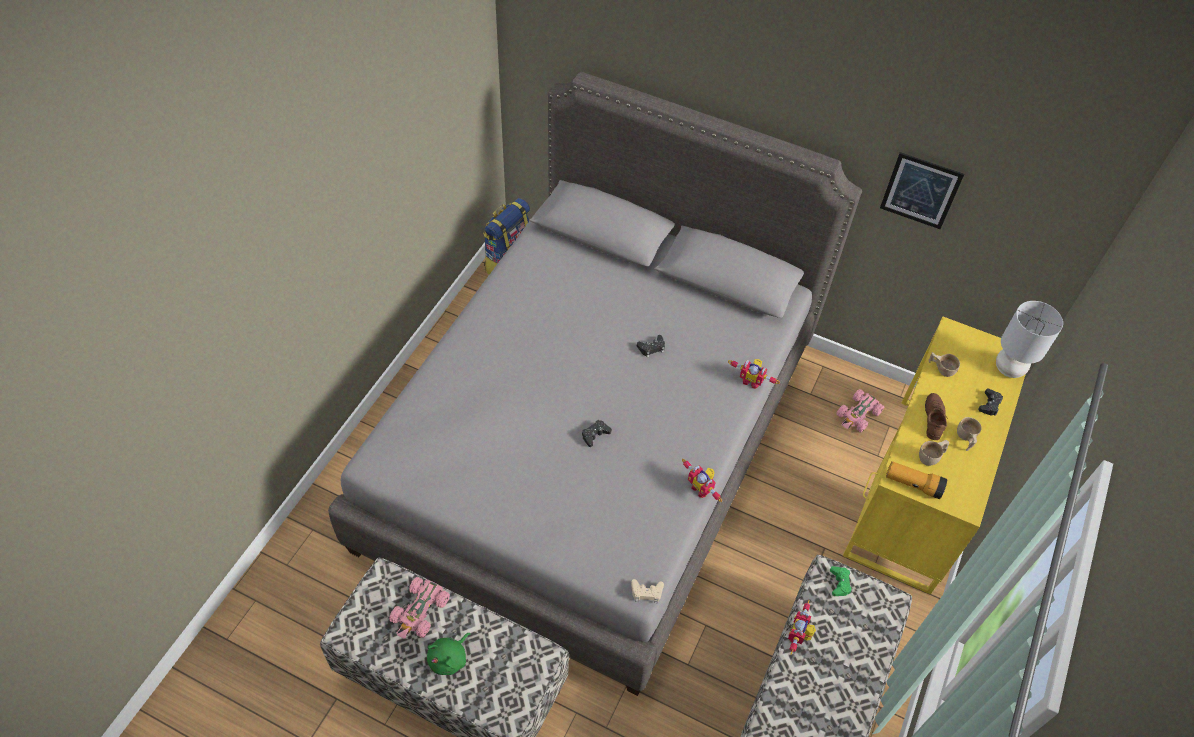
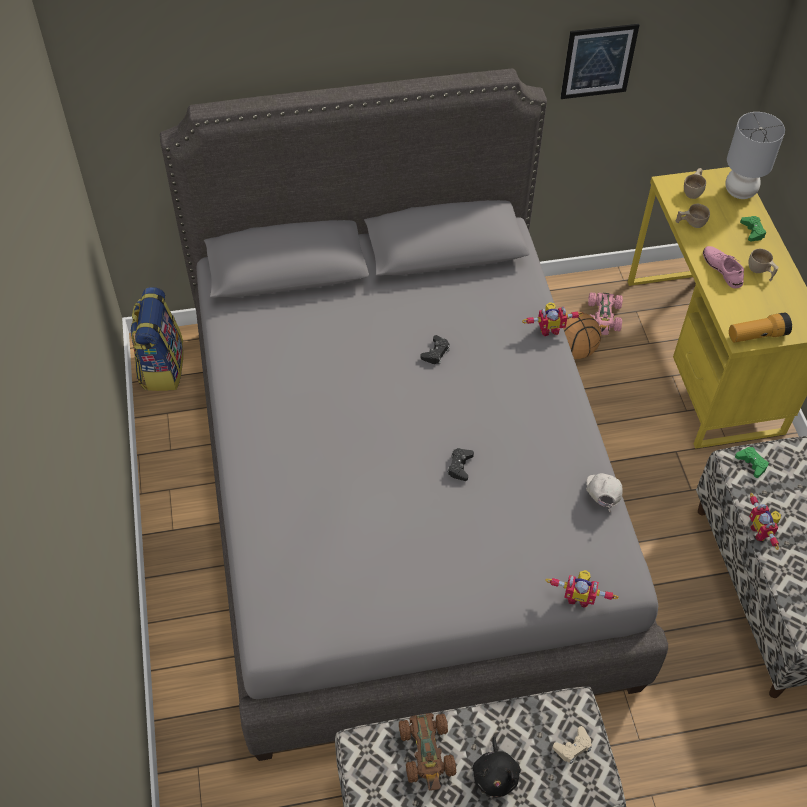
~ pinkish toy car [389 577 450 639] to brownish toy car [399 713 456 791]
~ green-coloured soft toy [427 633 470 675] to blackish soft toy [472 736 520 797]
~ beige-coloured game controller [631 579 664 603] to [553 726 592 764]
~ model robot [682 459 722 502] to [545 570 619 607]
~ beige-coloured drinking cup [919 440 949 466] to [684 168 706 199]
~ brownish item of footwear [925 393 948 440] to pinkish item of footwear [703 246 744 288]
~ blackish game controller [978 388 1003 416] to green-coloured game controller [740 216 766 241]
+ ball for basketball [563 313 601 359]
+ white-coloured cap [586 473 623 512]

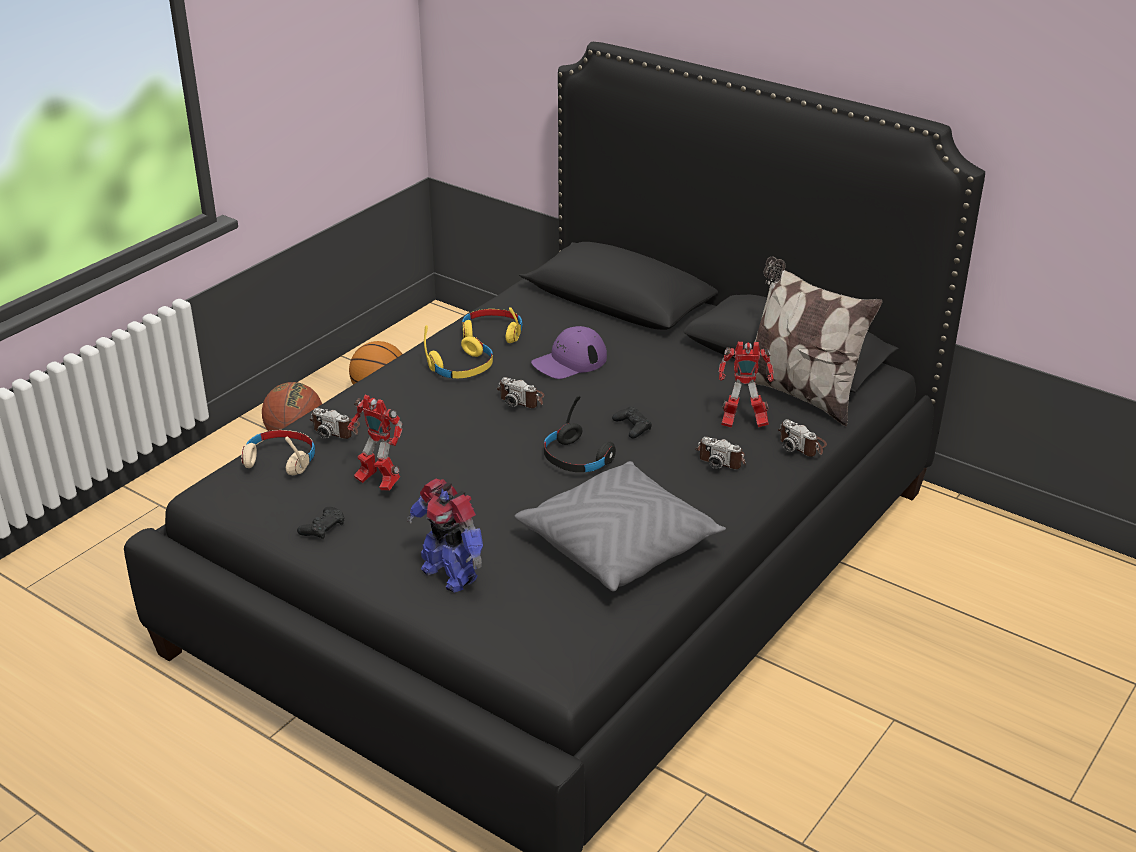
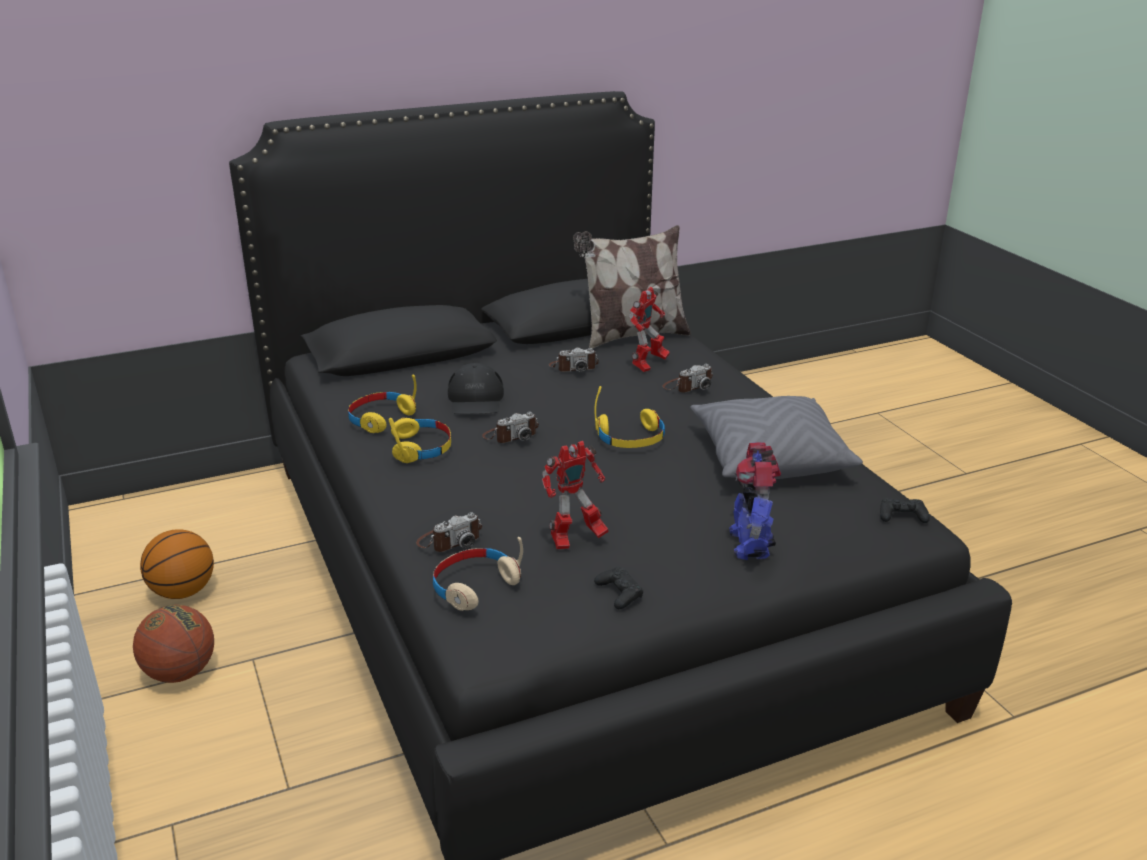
~ model robot [407 479 483 593] = [729 442 781 560] 105 degrees clockwise
~ purple cap [531 326 607 379] to blackish cap [447 363 504 414]
~ blackish headphones [544 395 616 472] to yellow-coloured headphones [594 386 665 448]
~ blackish game controller [612 407 652 438] to [880 498 930 523]
~ photo camera [778 419 827 457] to [549 347 599 372]

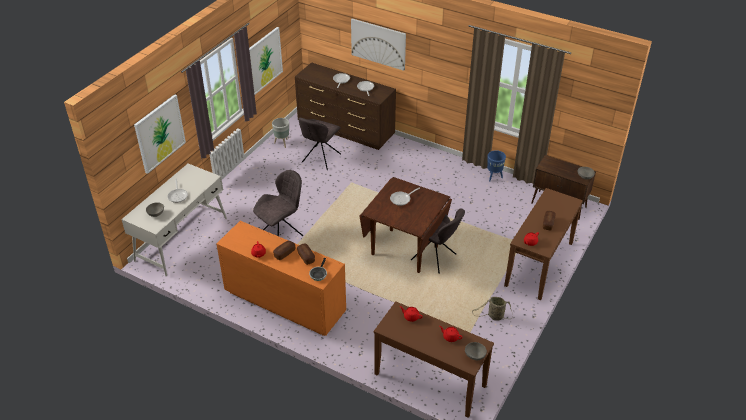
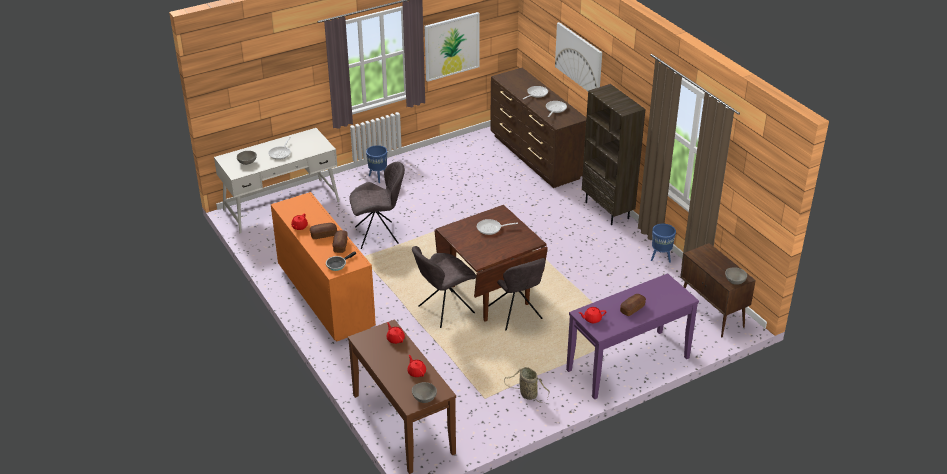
- wall picture [134 94 186 174]
- gray planter [272 118 289 148]
~ gray plain chair [298 118 341 170] to [412 246 476 328]
~ brownish console table [504 188 583 300] to purple console table [566 273 699 399]
+ blue planter [366 145 387 183]
+ brownish bookcase [582 84 646 225]

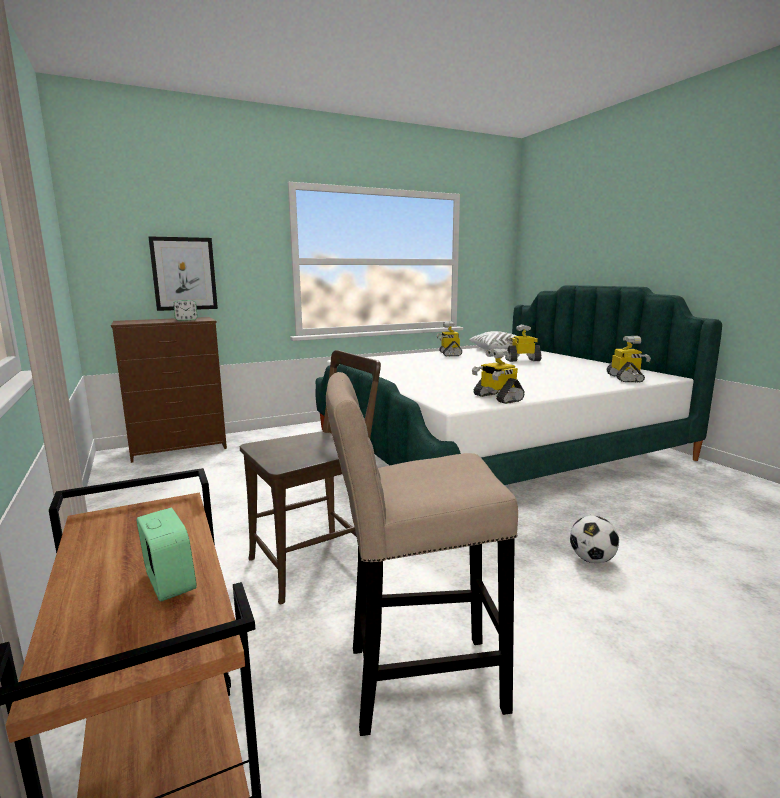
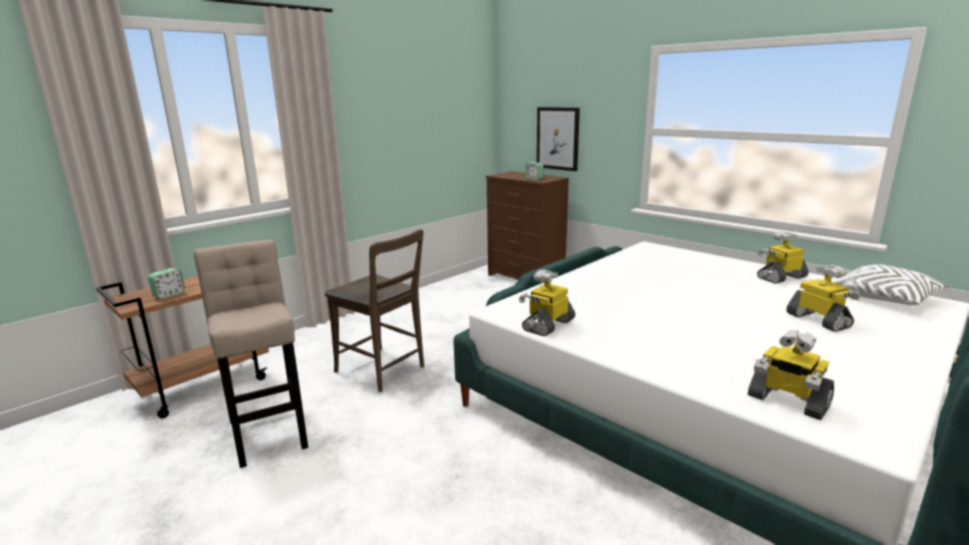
- ball for football [570 516 619 563]
~ model robot [606 336 651 383] = [748 330 834 420] 60 degrees clockwise

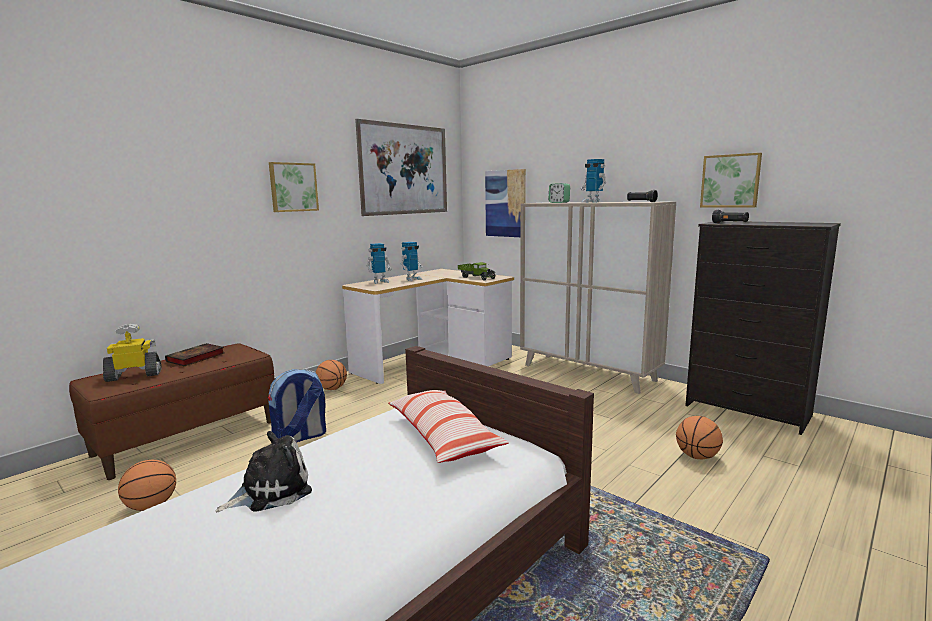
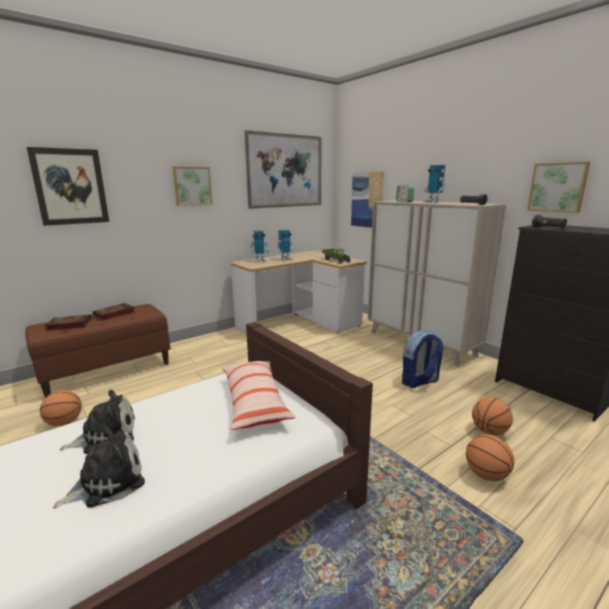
~ model robot [103 324 162 382] to volume [44 315 92 331]
~ knapsack [268 369 326 442] to [402 330 444 388]
~ ball for basketball [316 360 347 390] to [466 435 514 481]
+ wall picture [27 147 109 226]
+ soft toy [53 426 145 508]

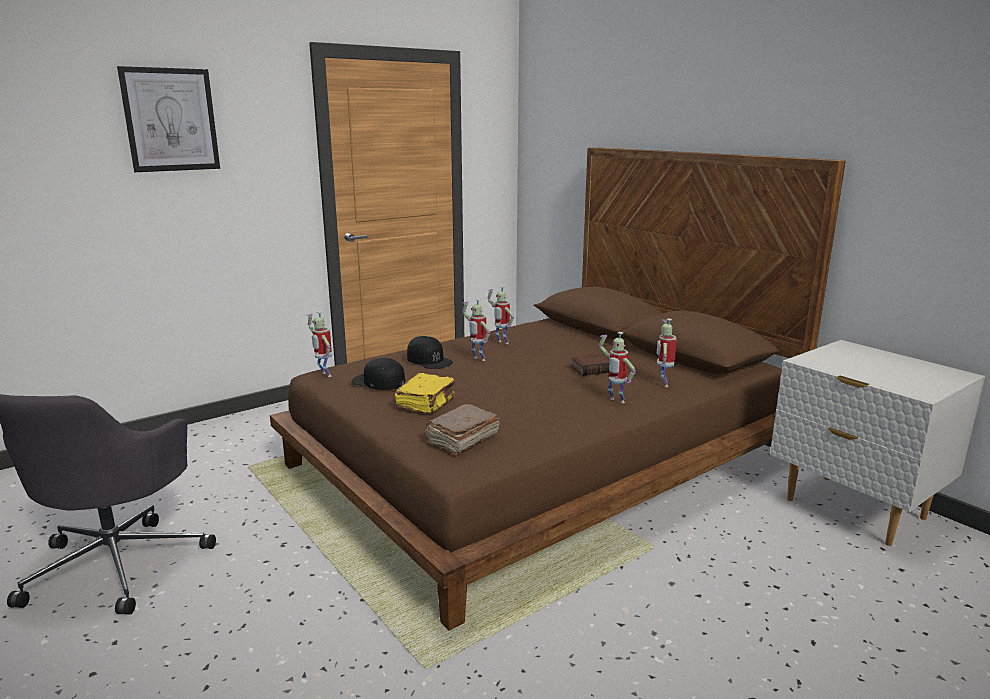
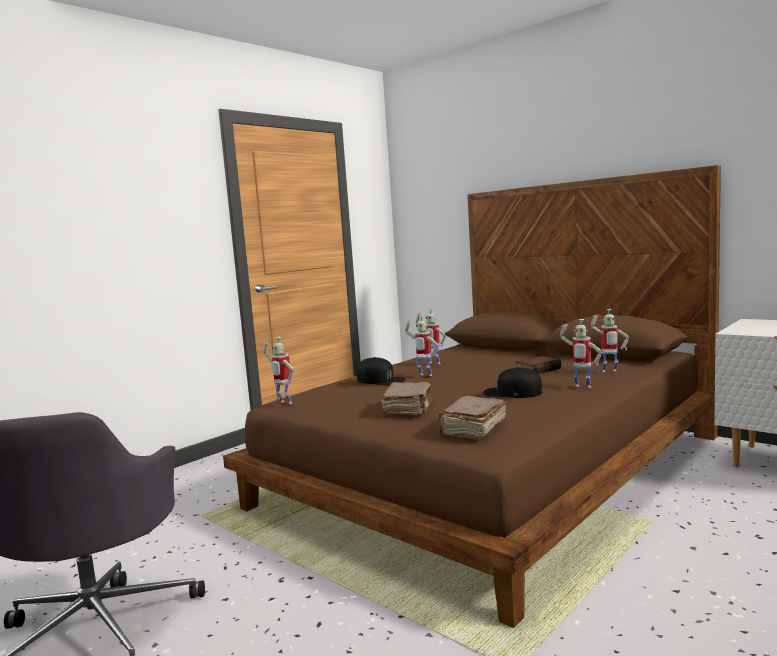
- wall picture [117 66 220 172]
~ blackish cap [351 358 405 390] to [483 367 543 398]
~ yellow-coloured volume [395 373 456 413] to brownish volume [381 382 433 415]
~ model robot [657 319 677 387] = [590 309 629 372] 90 degrees counterclockwise

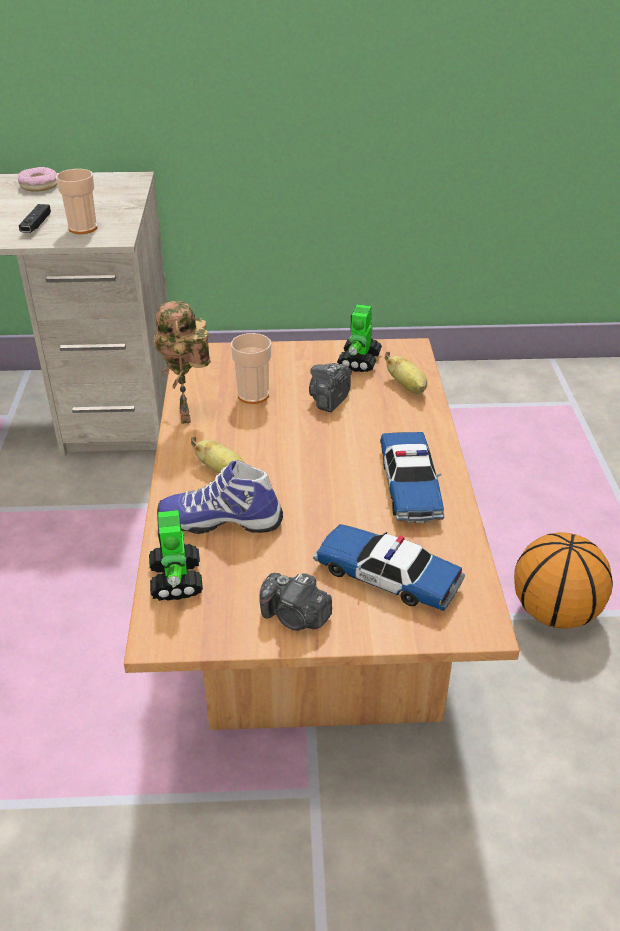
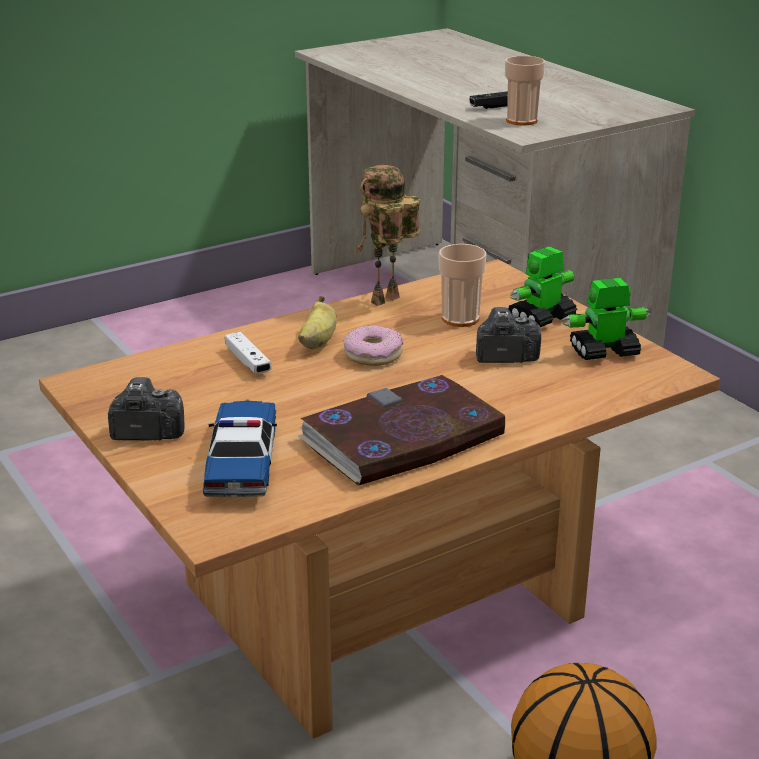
~ doughnut [18 167 57 192] to [343 325 403 366]
~ model robot [149 510 203 601] to [508 246 578 327]
~ item of footwear [157 460 283 534] to white-coloured game controller [225 332 272 374]
~ photo camera [259 573 332 631] = [108 377 184 441] 90 degrees clockwise
~ toy car [380 432 444 523] to volume [298 375 507 485]
- banana [385 352 427 394]

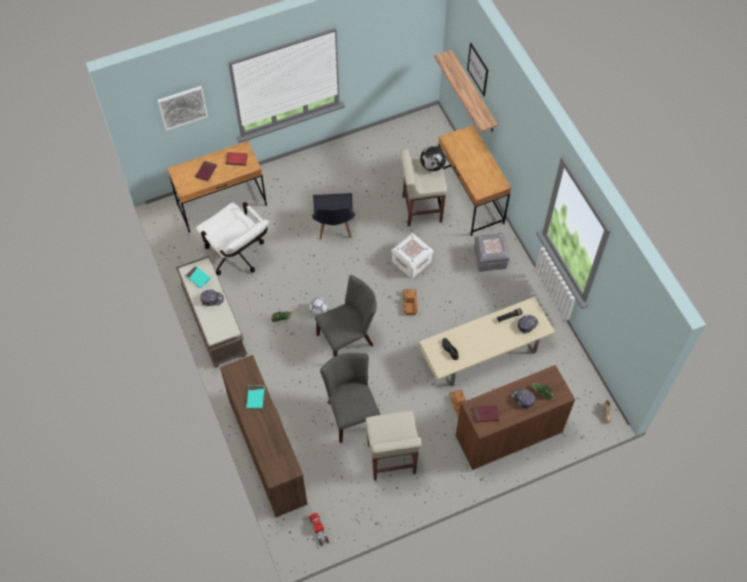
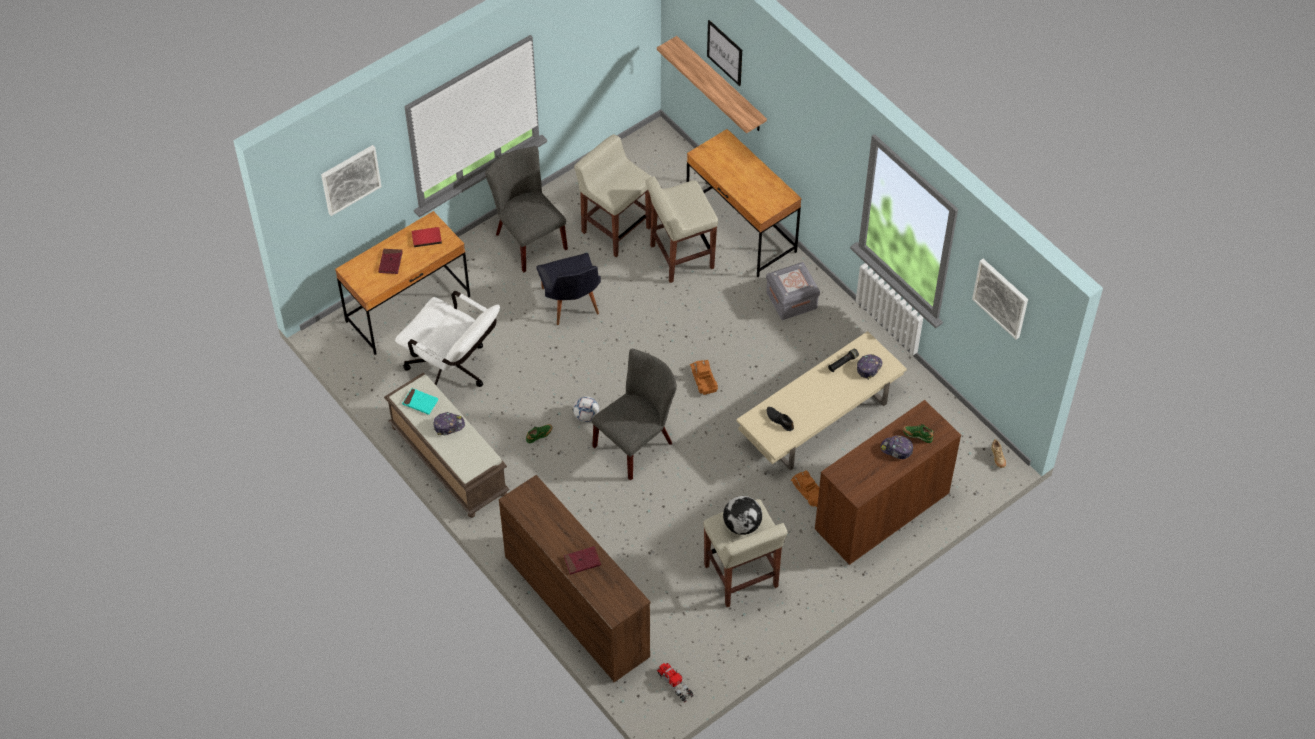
- turquoise volume [246 385 265 409]
~ gray plain chair [320 353 380 443] to [485 146 568 272]
- white-coloured storage box [391 233 433 278]
~ globe [420 145 446 171] to [723 496 762 535]
~ red volume [473 405 499 422] to [564 546 601 575]
+ beige-coloured sitting stool [574 134 652 257]
+ wall picture [972 259 1028 339]

